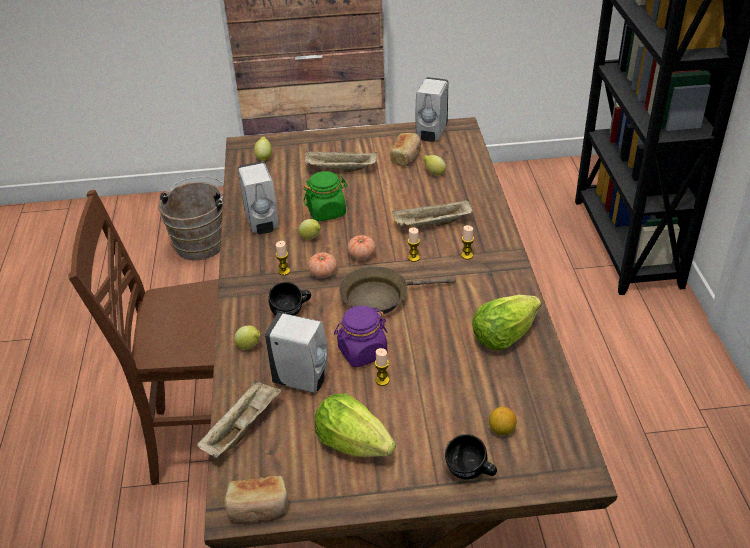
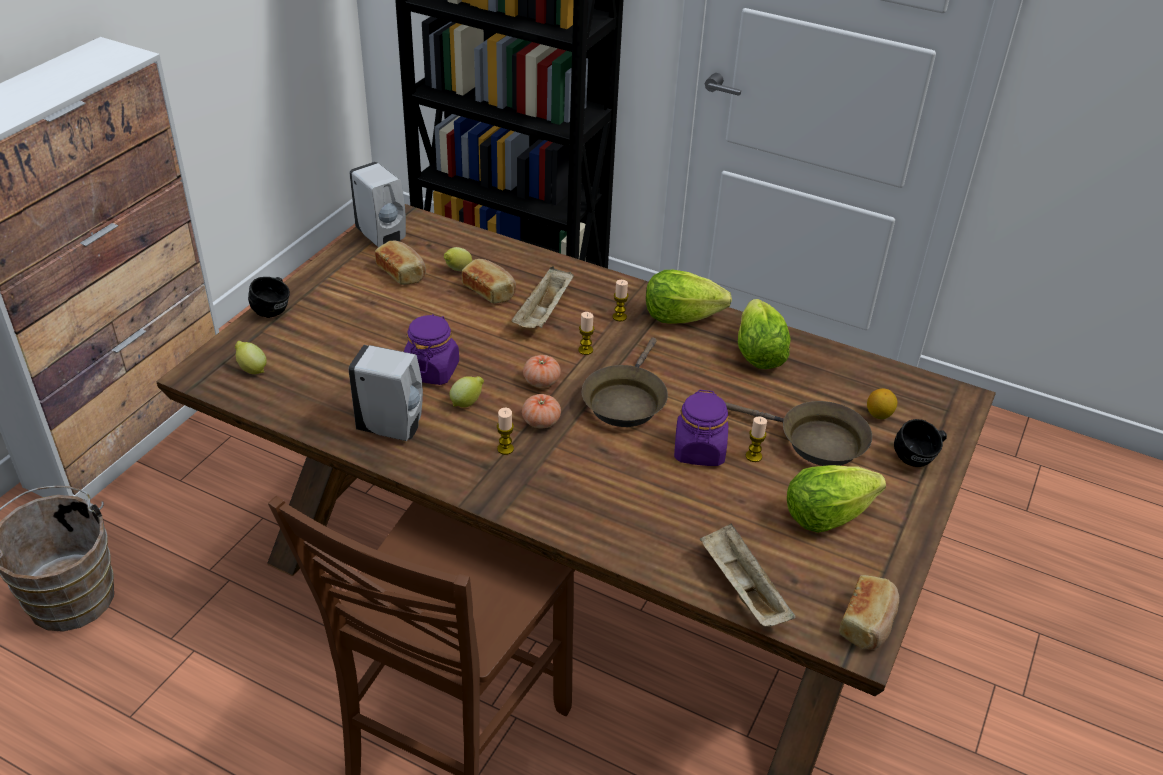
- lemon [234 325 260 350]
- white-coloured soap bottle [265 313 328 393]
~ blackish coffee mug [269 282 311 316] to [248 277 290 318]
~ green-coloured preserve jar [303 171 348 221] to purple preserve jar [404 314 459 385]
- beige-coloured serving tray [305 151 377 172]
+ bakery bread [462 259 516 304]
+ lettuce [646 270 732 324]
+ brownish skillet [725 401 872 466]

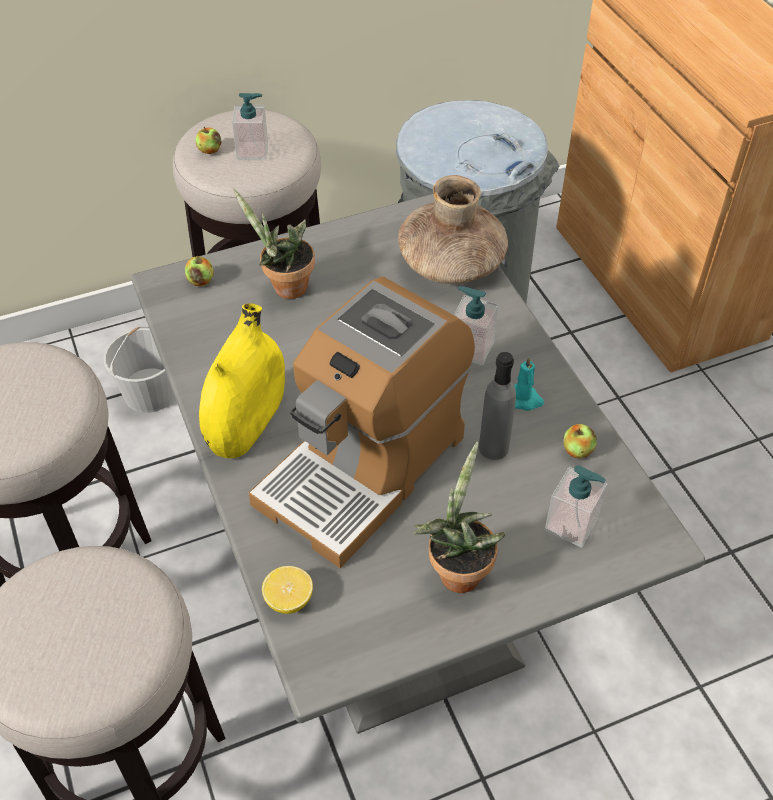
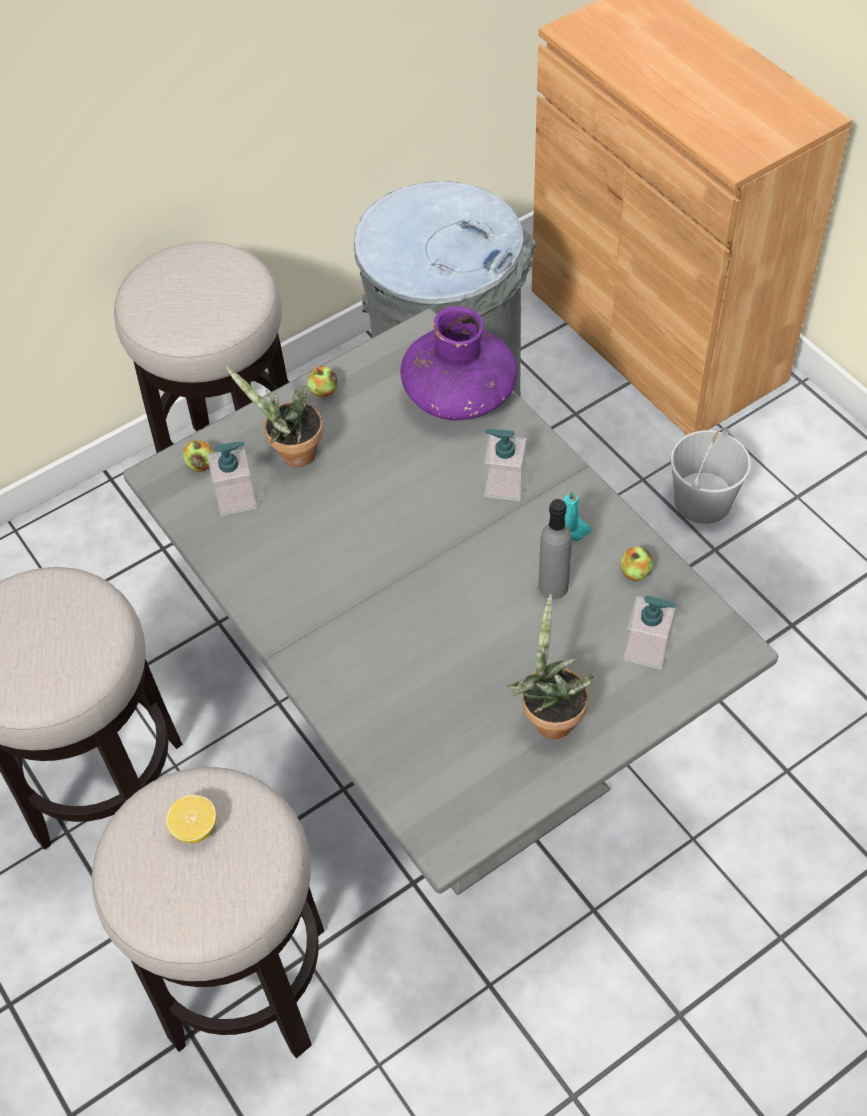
~ white-coloured water bucket [104 327 175 413] to [670 427 751 524]
~ apple [196 127 222 154] to [308 366 338 397]
- yellow-coloured vase [199 303 285 458]
~ soap bottle [232 93 268 160] to [207 442 257 516]
- coffee maker [249 277 475 568]
~ lemon [262 566 313 614] to [166 795 217 843]
~ brownish vase [398 175 508 284] to purple vase [400 306 517 420]

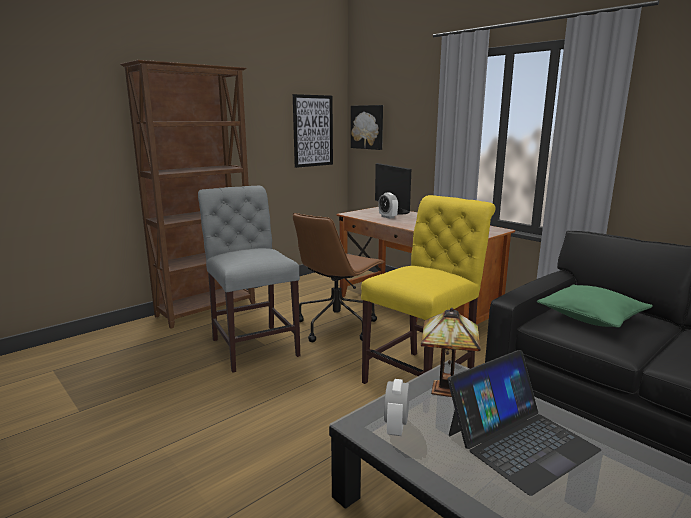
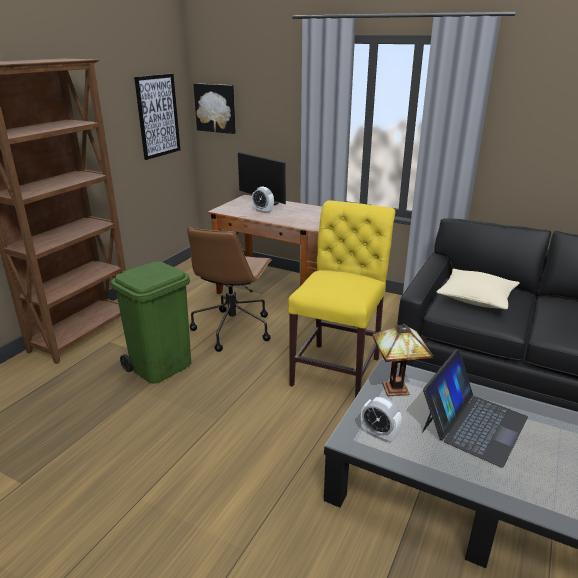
~ gray plain chair [198 186 300 373] to green-coloured waste bin [111 262 191 383]
~ alarm clock [384 379 410 436] = [361 397 402 443] 45 degrees counterclockwise
~ green-coloured cushion [537 284 653 327] to beige-coloured cushion [436 269 520 309]

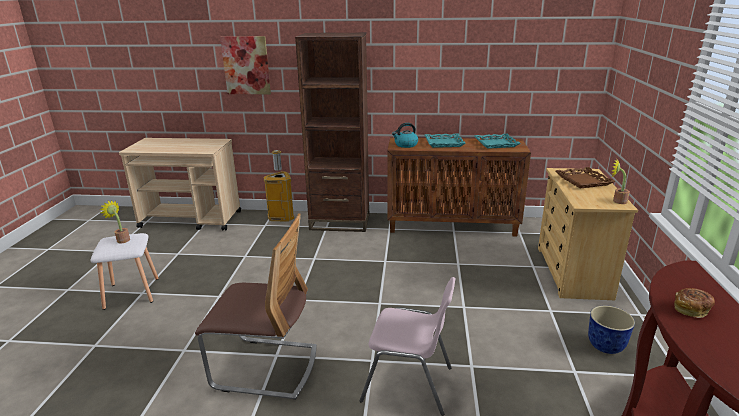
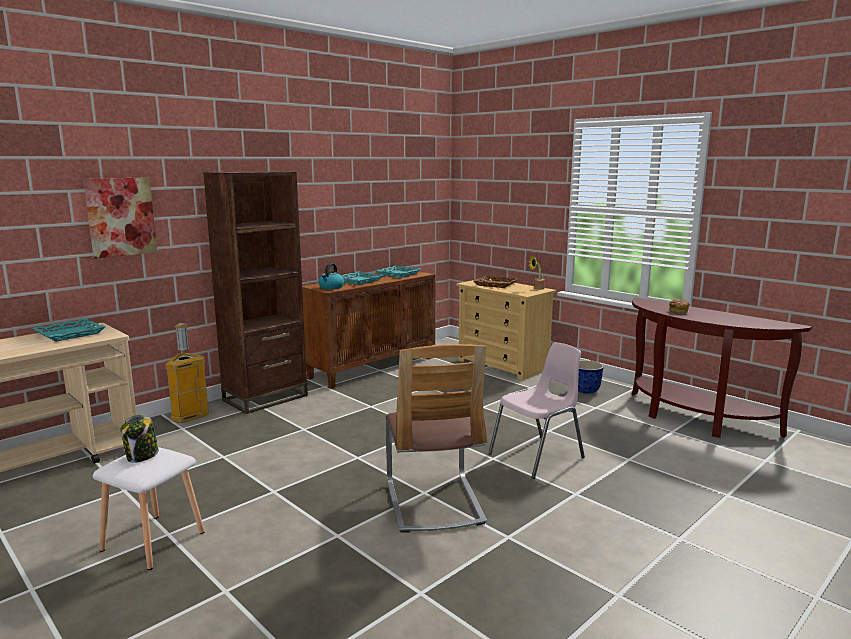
~ houseplant [100 200 130 243] to preserve jar [121 415 159 463]
~ plain chair [195 213 317 400] = [385 344 487 533] 120 degrees clockwise
+ turquoise serving tray [32 318 105 342]

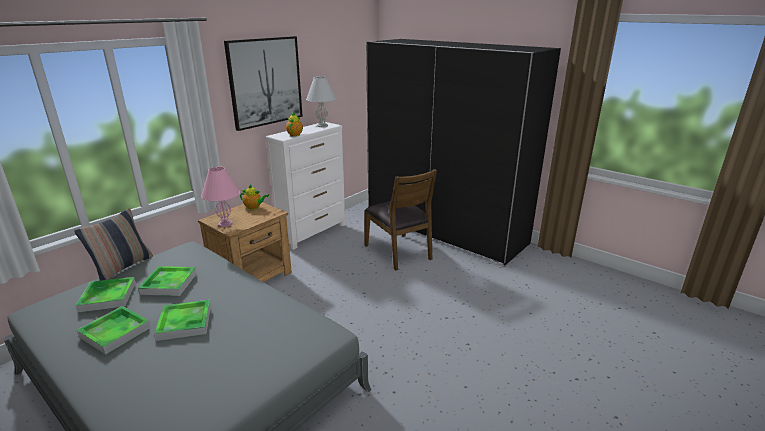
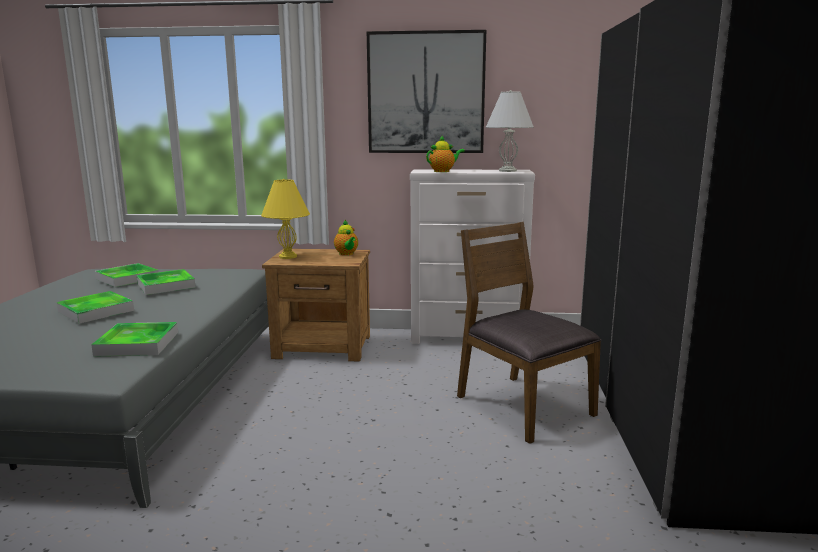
- cushion [75 208 153 281]
~ serving tray [77 306 151 355] to [91 322 178 357]
~ pinkish table lamp [201 167 240 227] to yellow-coloured table lamp [261 179 310 259]
~ brownish plain chair [364 169 437 271] = [457 222 601 444] 120 degrees clockwise

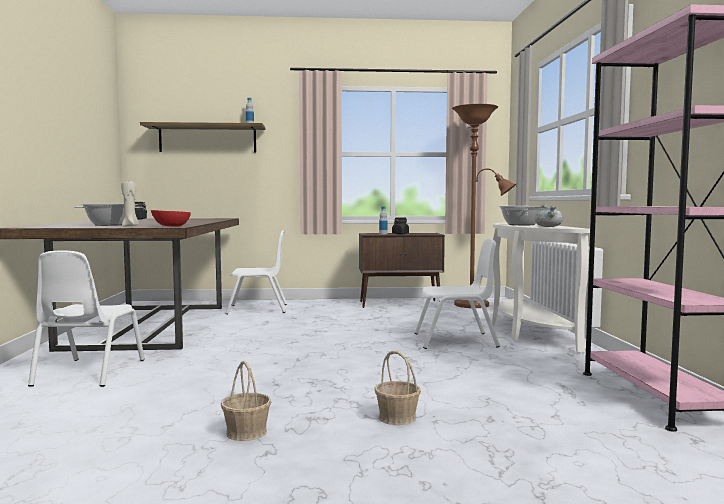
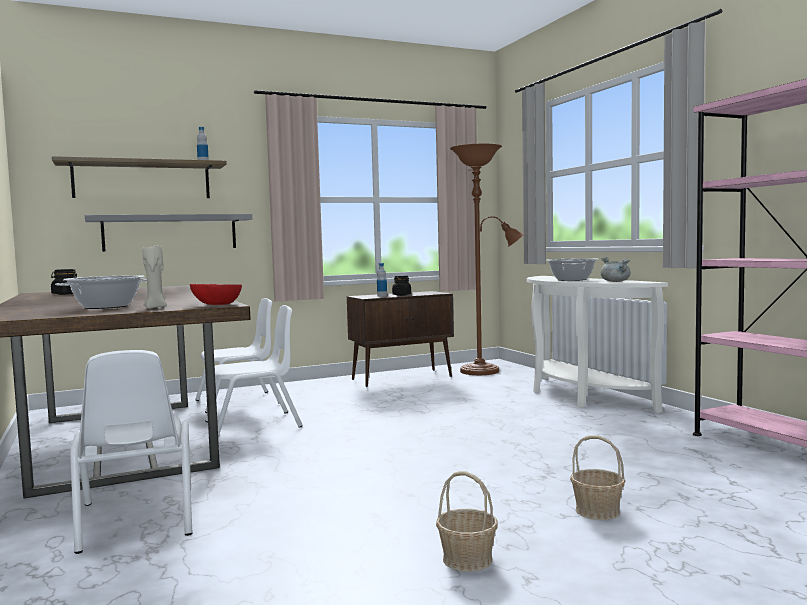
~ white-coloured plain chair [415 238 500 349] to [205 305 303 438]
+ gray wall shelf [85 214 252 252]

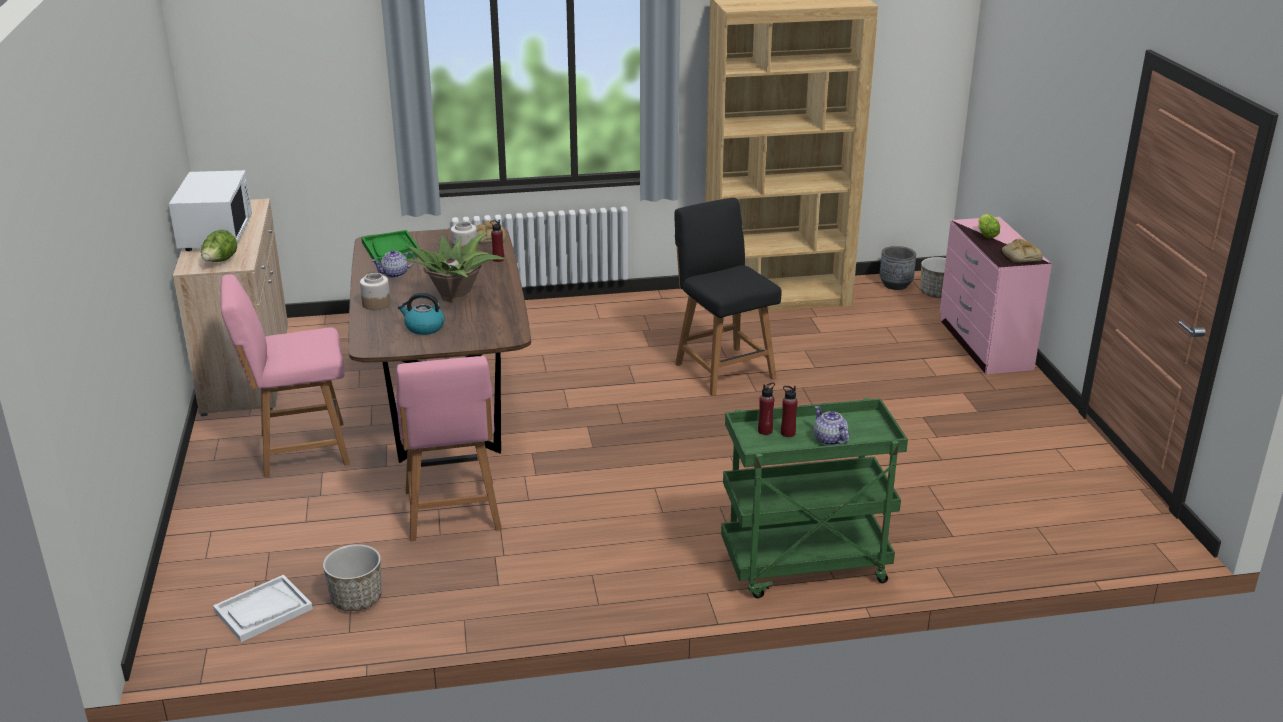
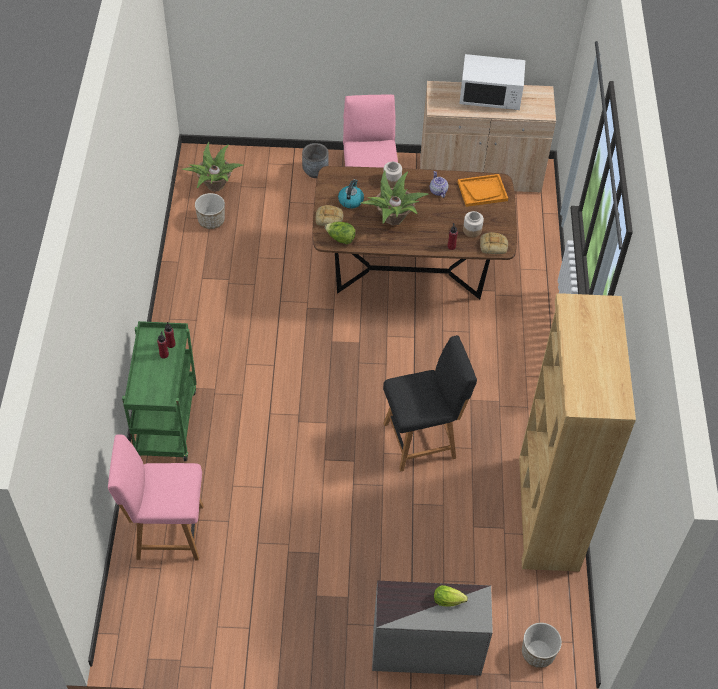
~ lettuce [201 230 237 262] to [325 222 356 244]
~ white-coloured serving tray [213 575 313 642] to houseplant [182 142 243 191]
~ green-coloured serving tray [361 230 420 263] to orangey serving tray [458 174 508 207]
~ pinkish plain chair [396 356 502 541] to [108 434 204 560]
- tea pot [814 406 849 446]
~ gray planter [880 246 916 290] to [302 143 329 178]
~ pinkish dresser [940 217 1052 375] to gray dresser [372 581 493 676]
~ bakery bread [1002 239 1043 263] to [315 205 343 226]

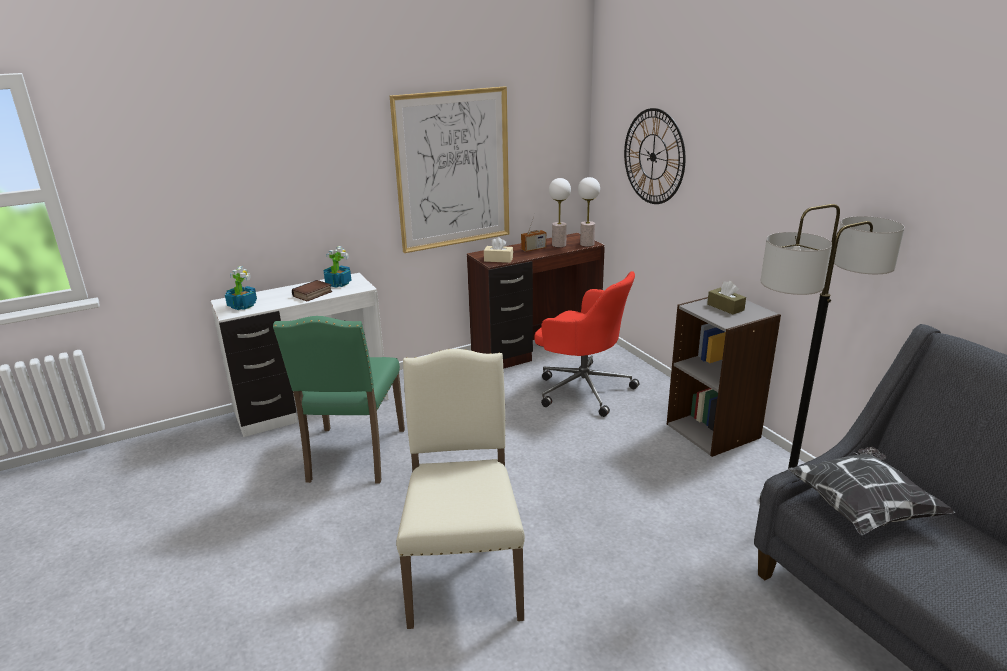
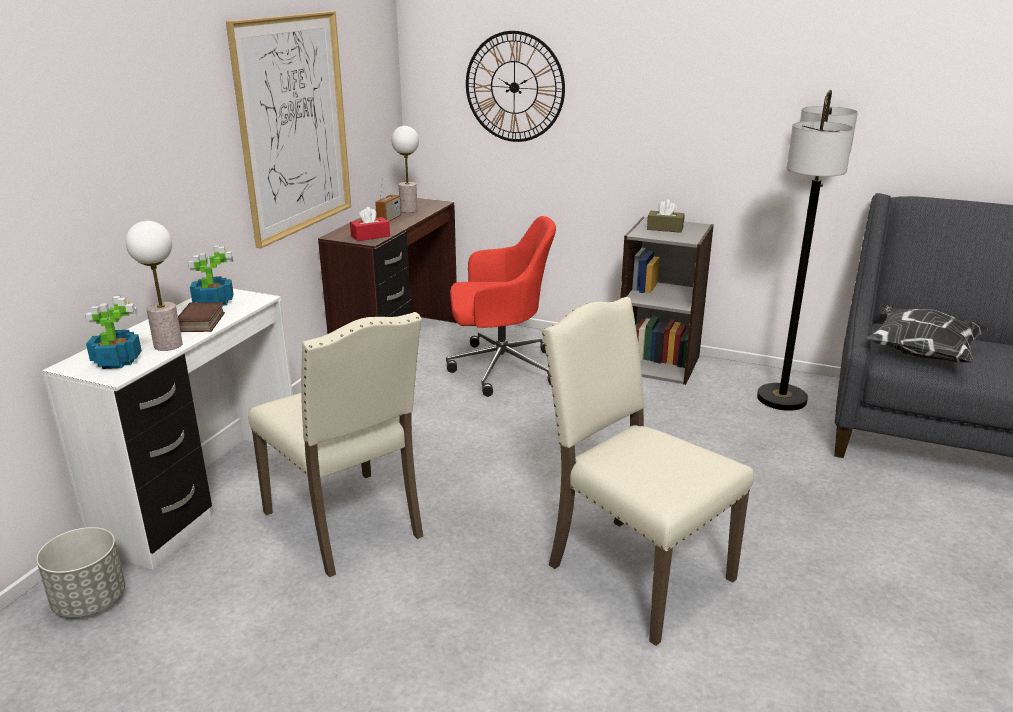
~ green-coloured plain chair [273 316 405 484] to beige-coloured plain chair [248 312 424 577]
~ beige-coloured tissue box [484 237 513 263] to red tissue box [350 207 390 241]
~ table lamp [578 177 600 247] to [126 221 183 351]
+ gray planter [36 527 125 618]

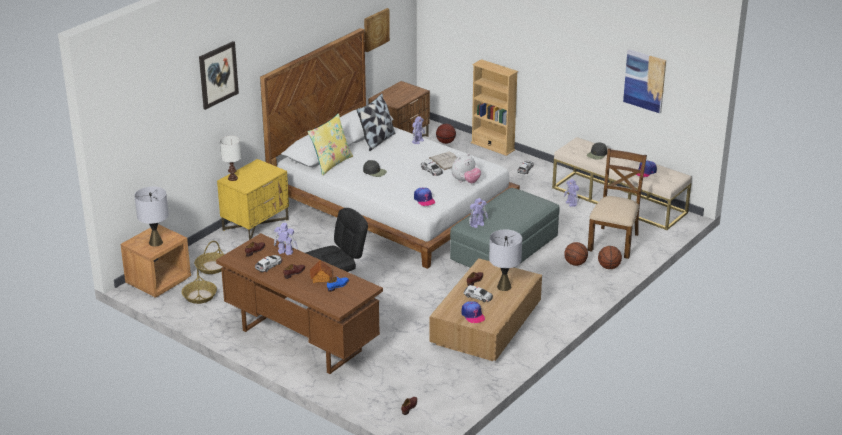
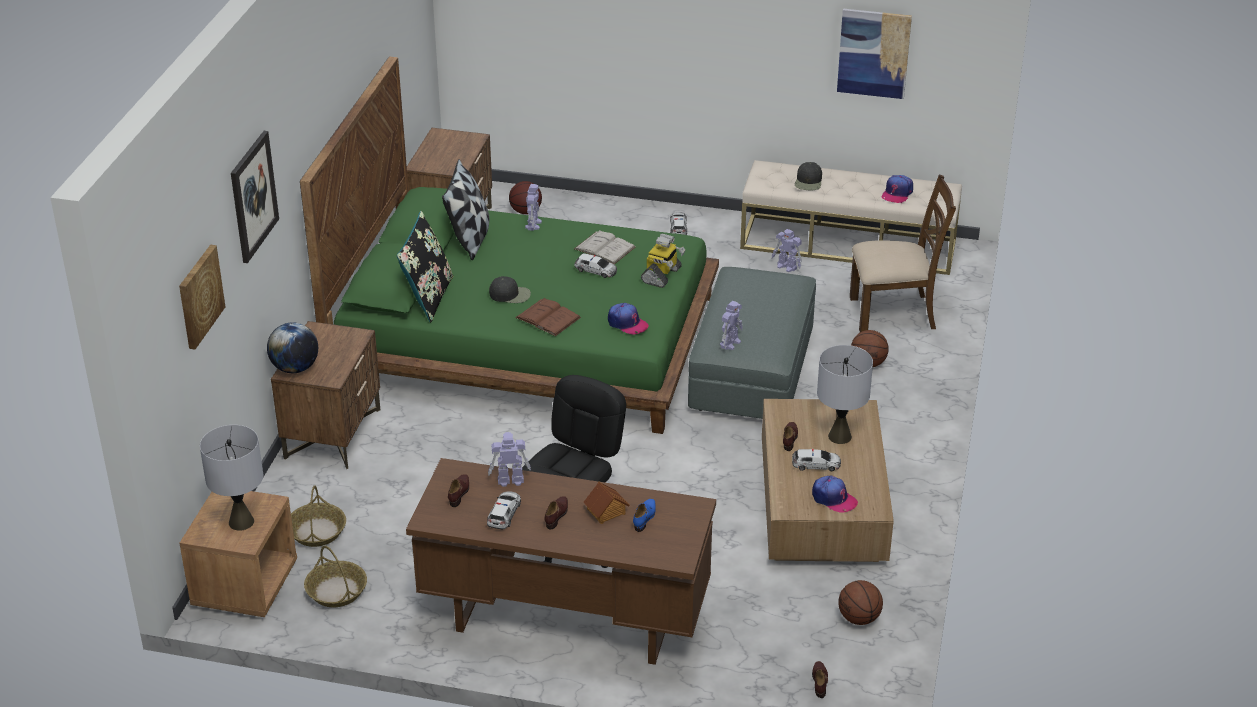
~ yellow-coloured bedside table [217 159 289 240] to brownish bedside table [271 321 380 469]
~ white-coloured table lamp [220 136 241 181] to globe [267 322 318 373]
~ white-coloured bedroom bed [260 28 520 269] to green-coloured bedroom bed [300 56 719 434]
~ yellow-coloured cushion [307 113 353 175] to blackish cushion [397 211 454 323]
~ wall picture [364 8 390 52] to [179 244 225 349]
~ soft toy [451 153 481 183] to model robot [641 234 685 288]
- beige-coloured bookcase [471 59 518 156]
~ brownish plain chair [588 148 647 259] = [850 174 956 332] 90 degrees clockwise
~ ball for basketball [598 246 622 269] to [838 580 883 625]
+ brownish volume [515 298 581 336]

